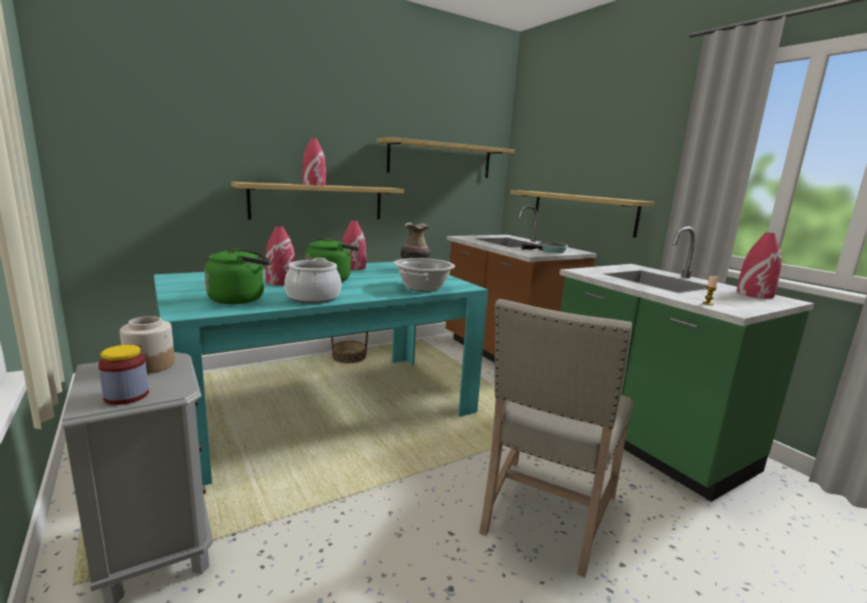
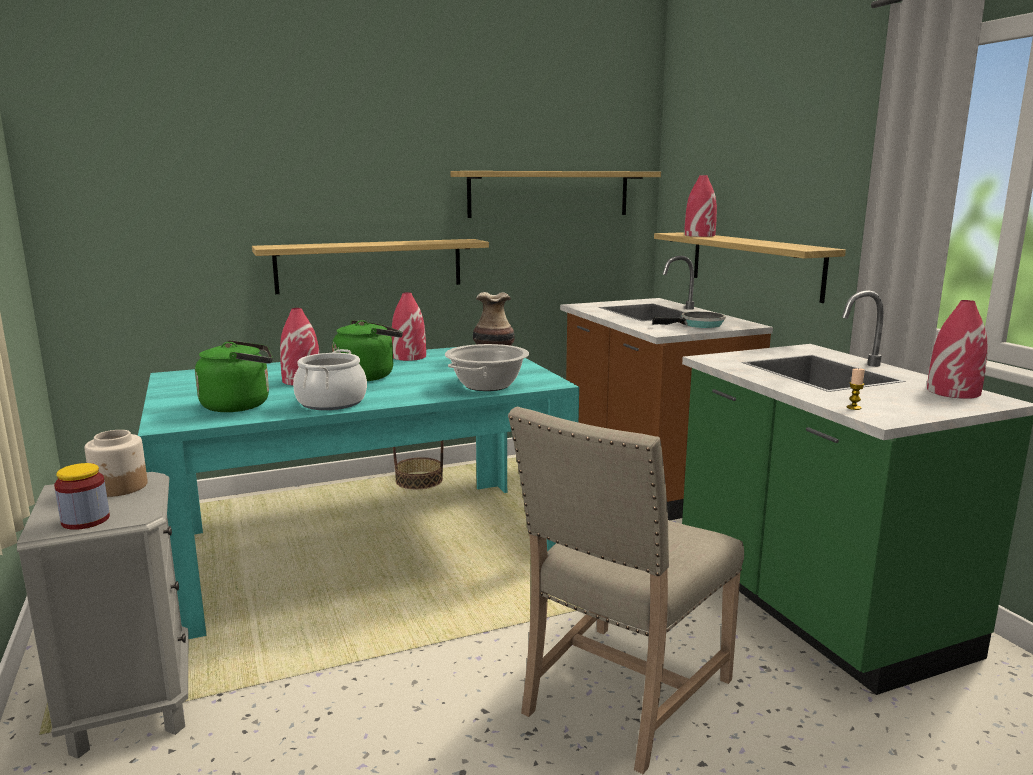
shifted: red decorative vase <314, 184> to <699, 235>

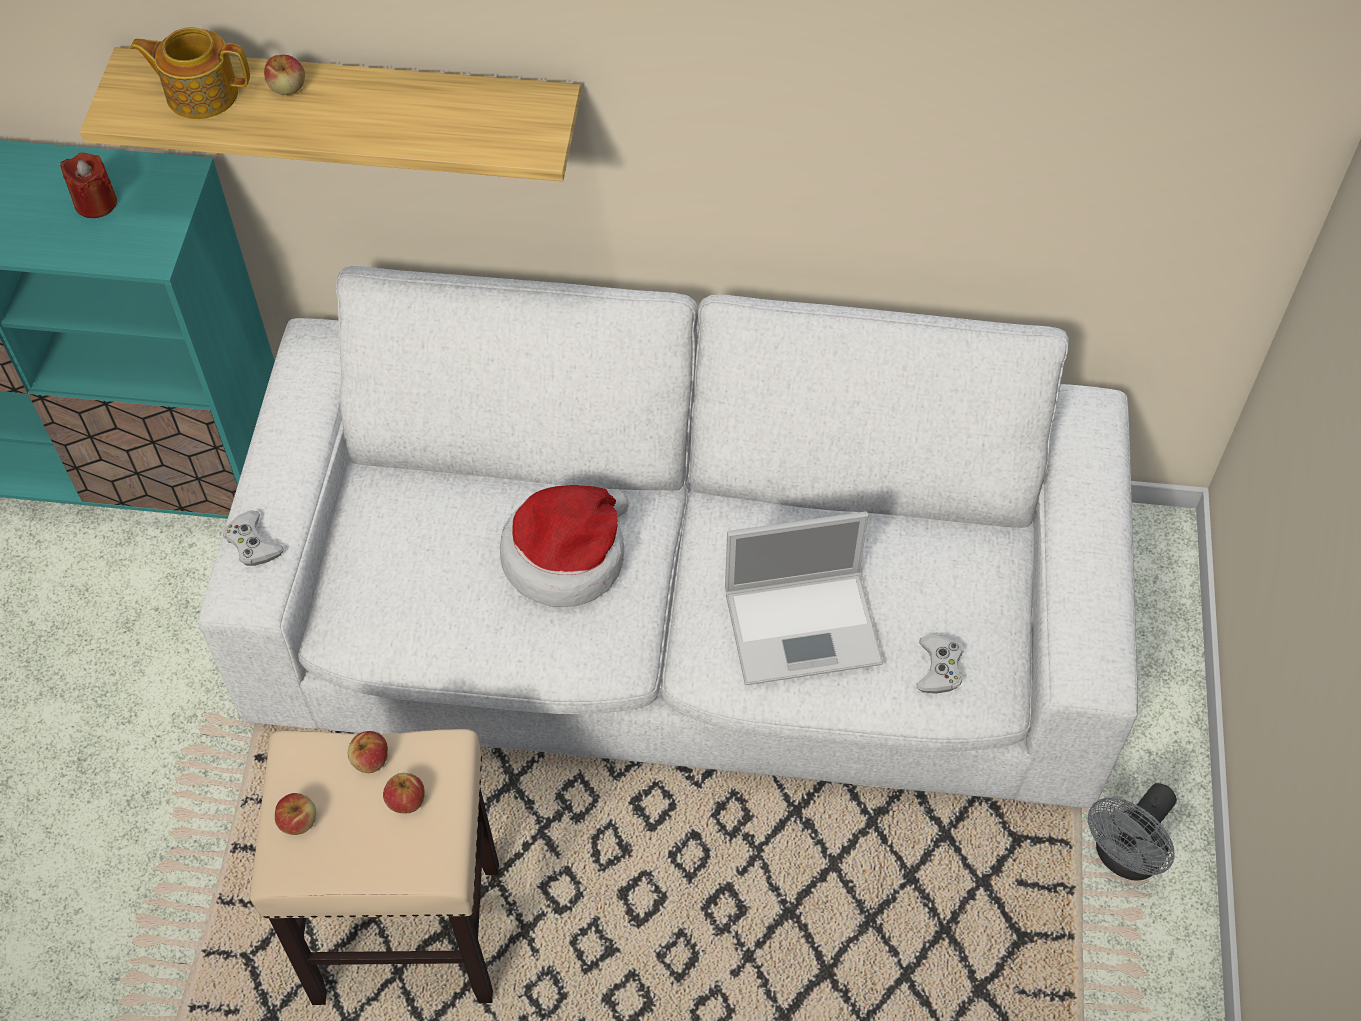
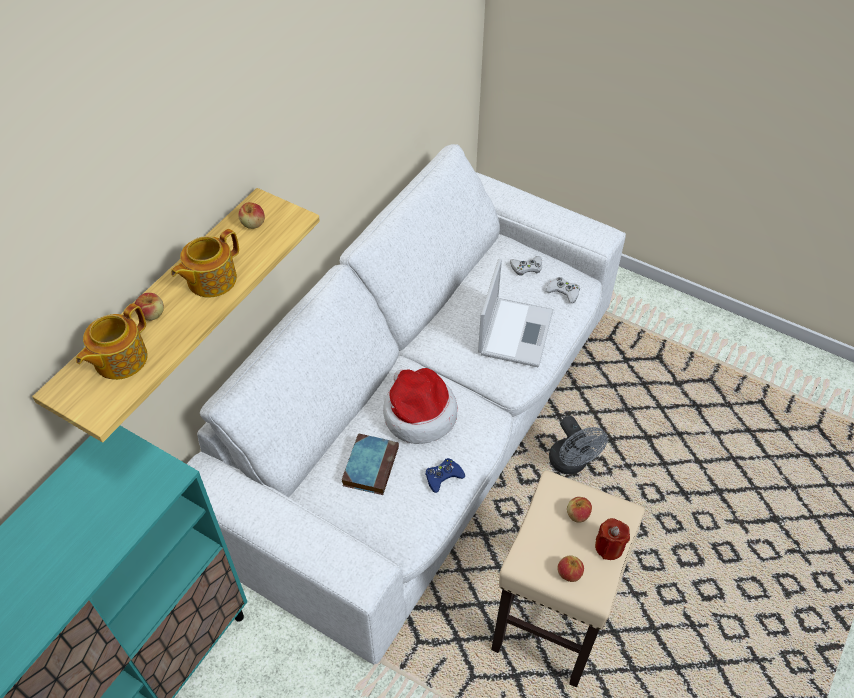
new: teapot <210, 280>; bound book <370, 465>; blue-coloured joypad <443, 477>
shifted: red wax candle <96, 203> to <609, 547>; white joypad <252, 543> to <526, 267>; apple fruit <370, 760> to <253, 224>; greyish fan <1123, 857> to <571, 464>

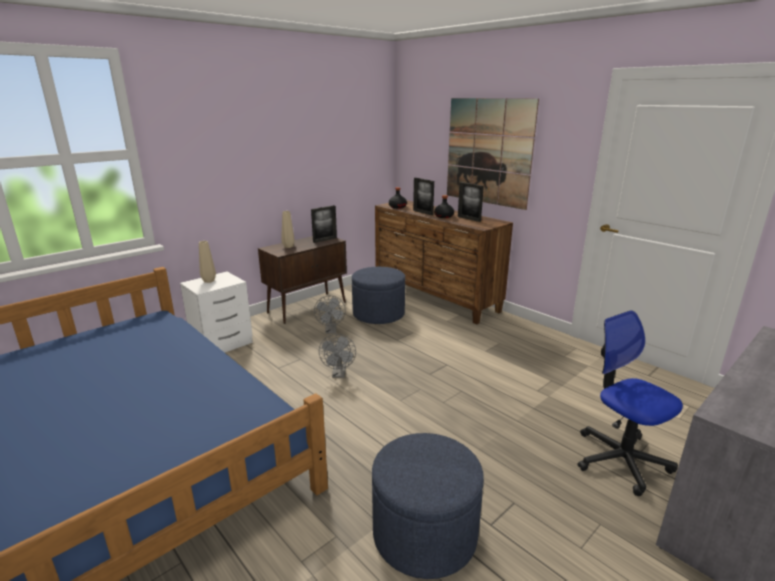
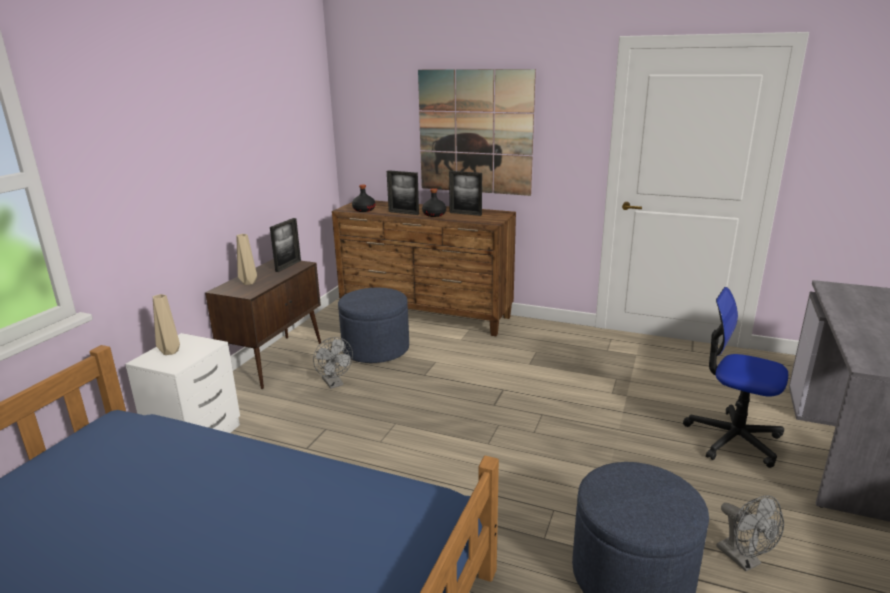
shifted: greyish fan <339, 374> to <743, 560>

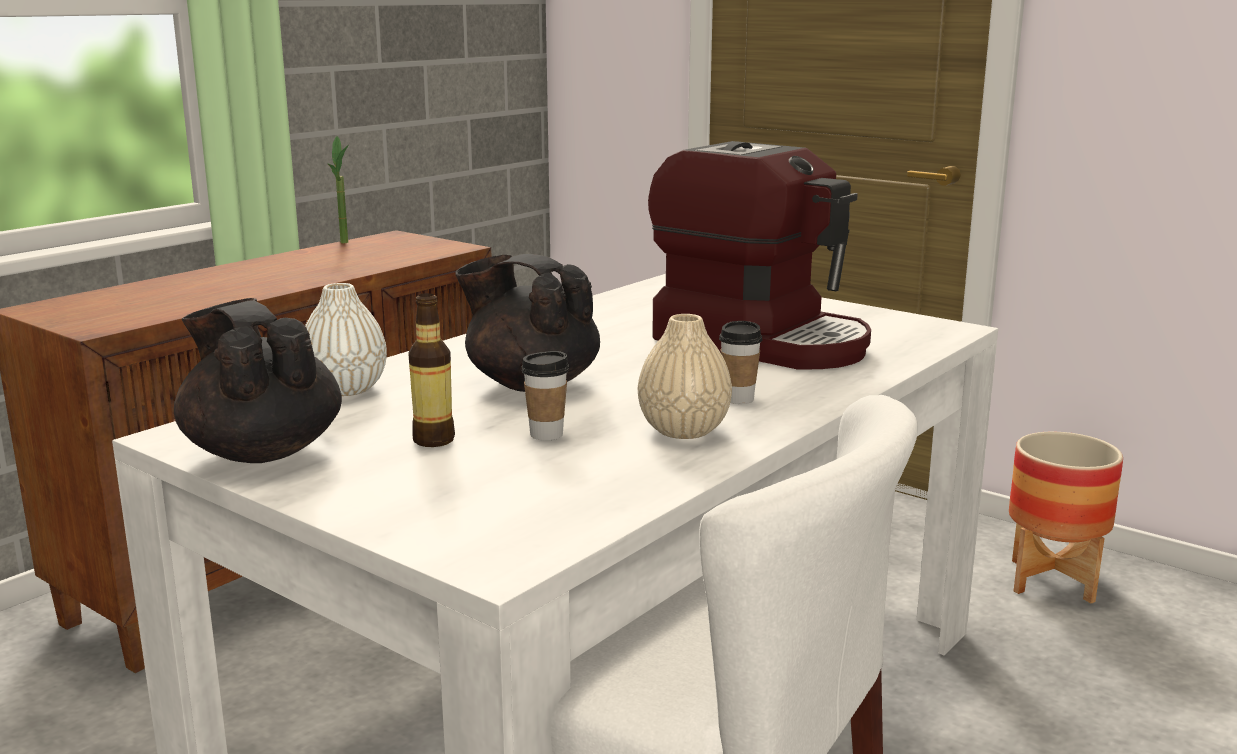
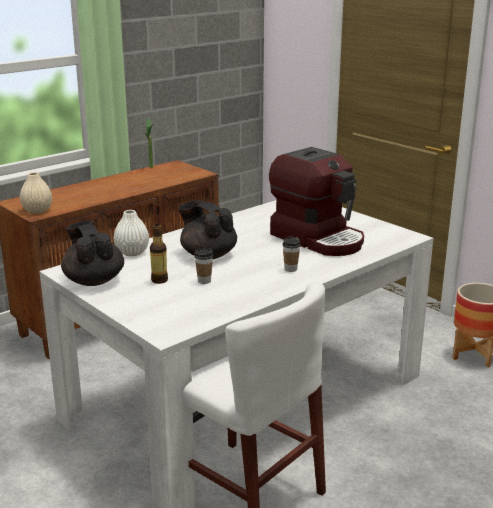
shifted: beige-coloured decorative vase <684, 430> to <37, 211>

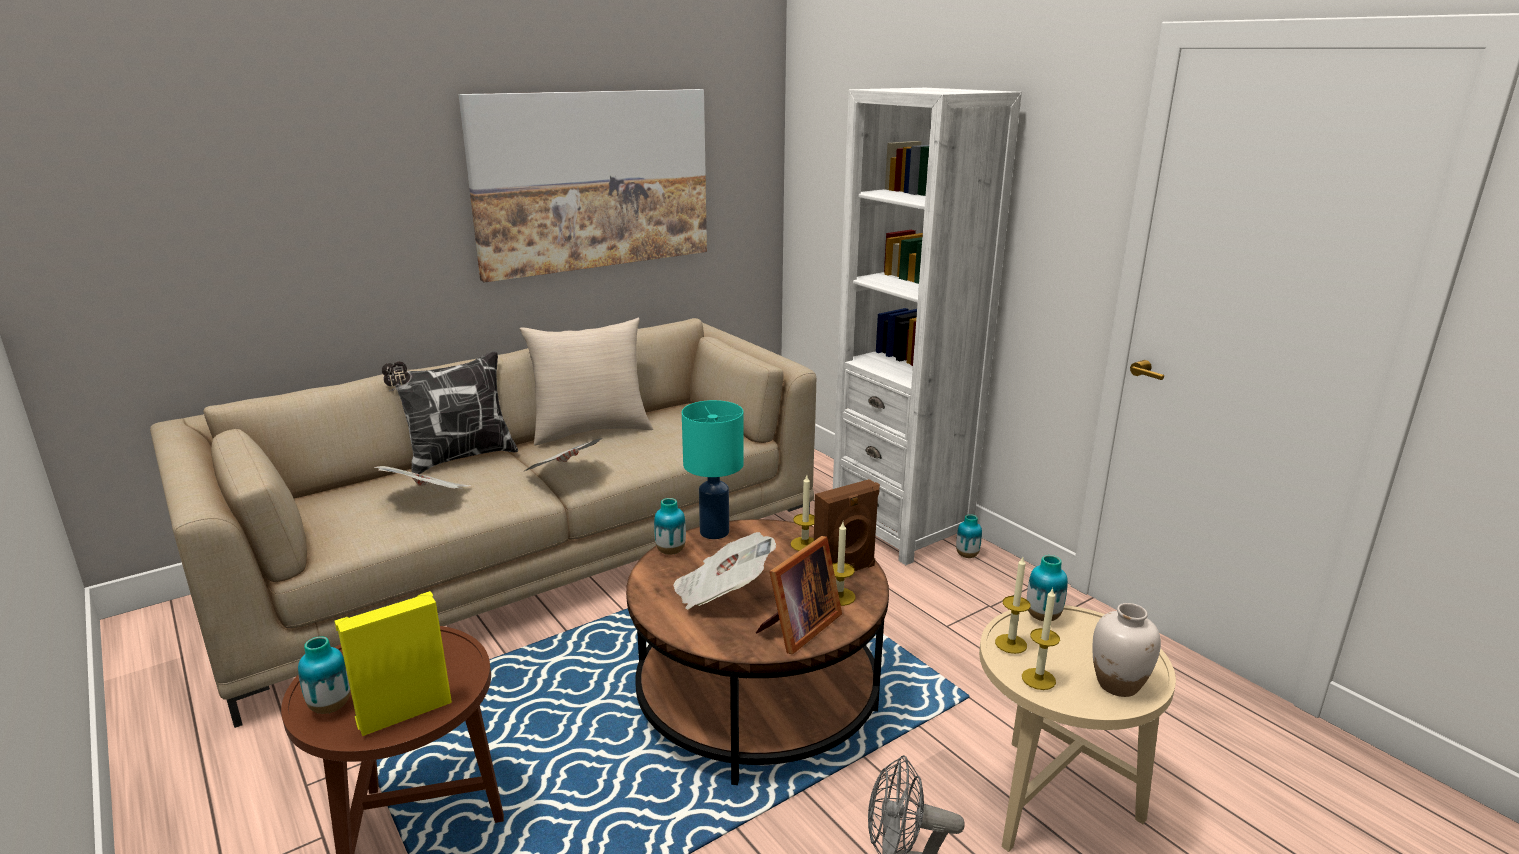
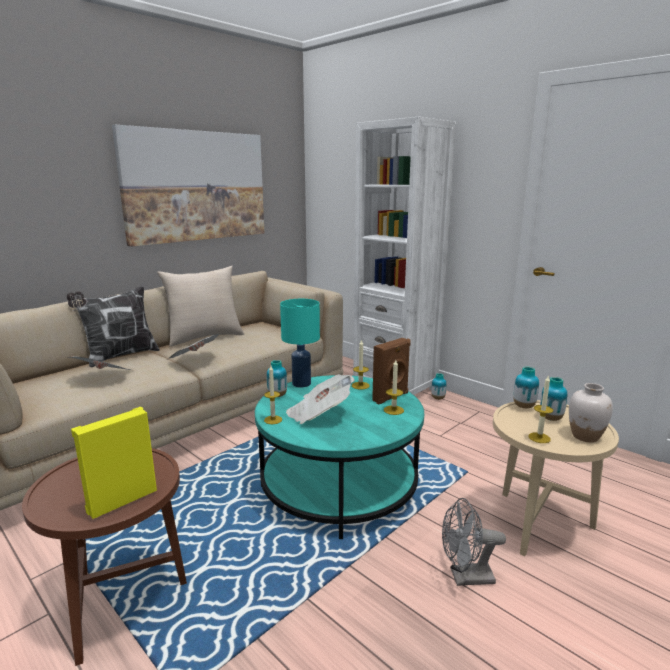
gone: picture frame <797, 628>
shifted: decorative vase <330, 706> to <550, 418>; wax candle <1011, 644> to <273, 420>
repainted: brown coffee table <757, 697> to turquoise-coloured coffee table <339, 486>

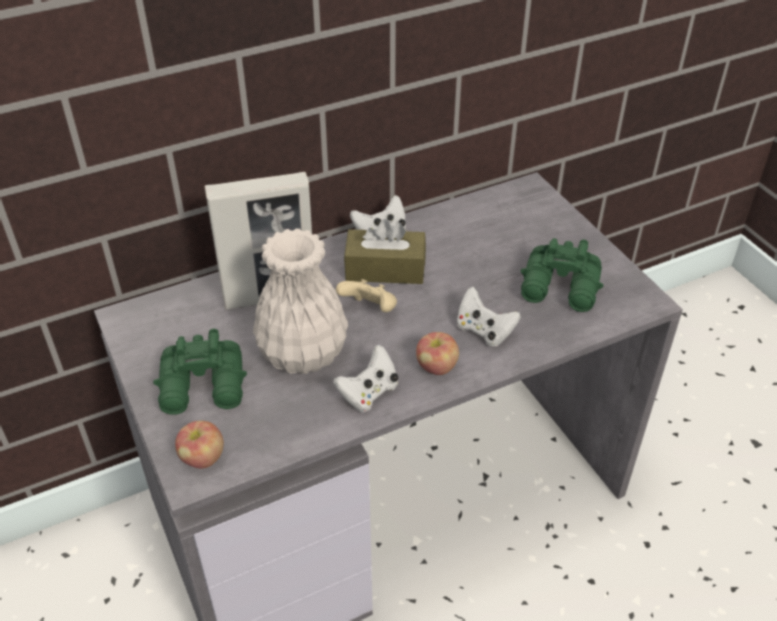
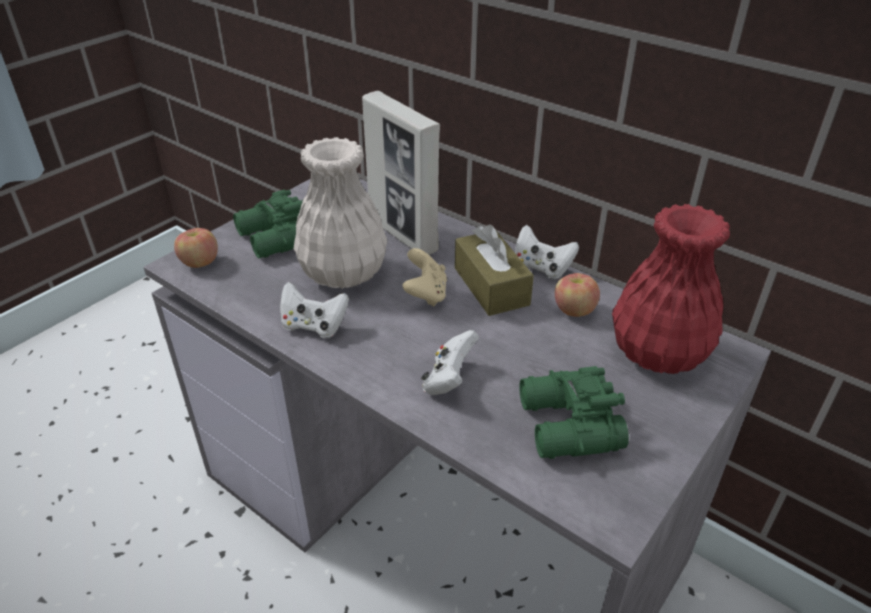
new: red decorative vase <658, 354>
shifted: apple fruit <436, 367> to <574, 310>

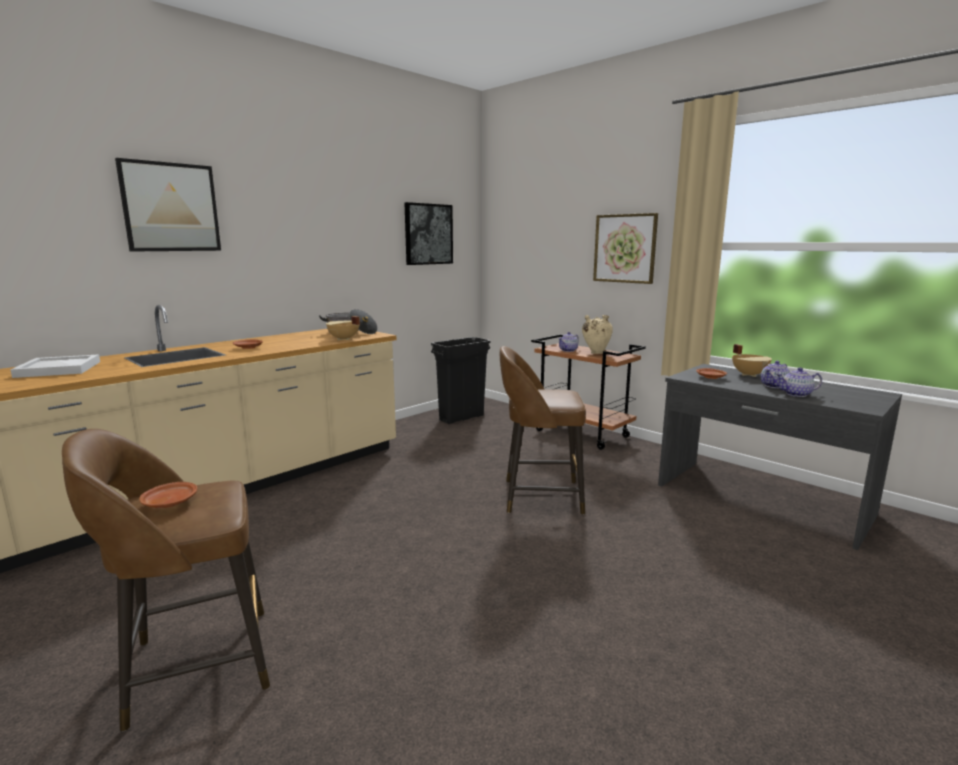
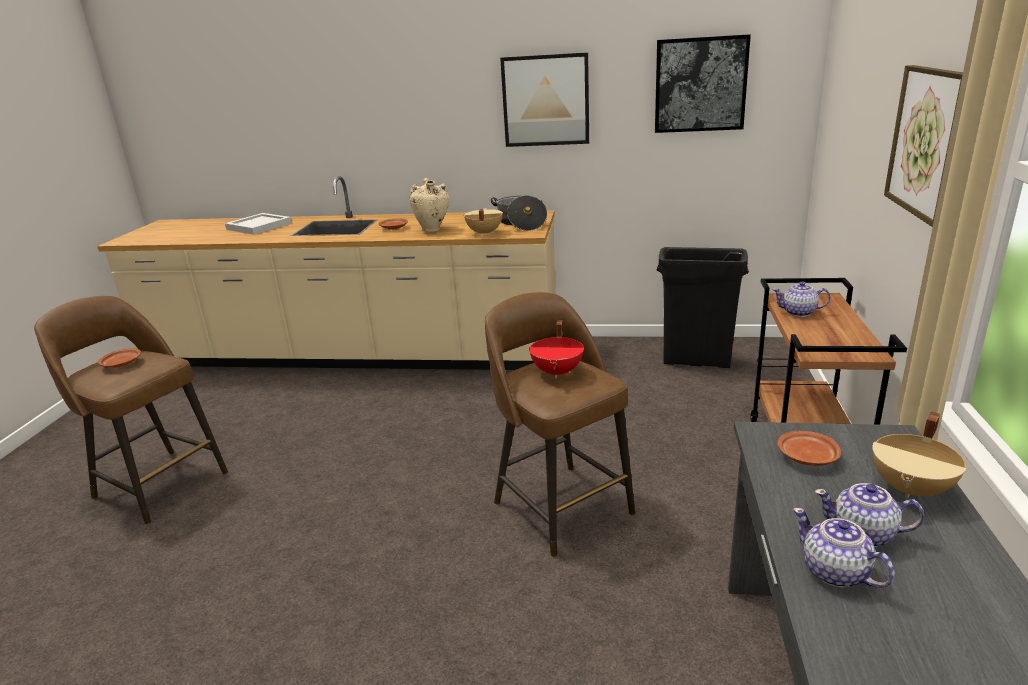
new: red stockpot <558, 372>
shifted: wall art <171, 207> to <545, 100>; beige-coloured decorative vase <596, 353> to <432, 230>

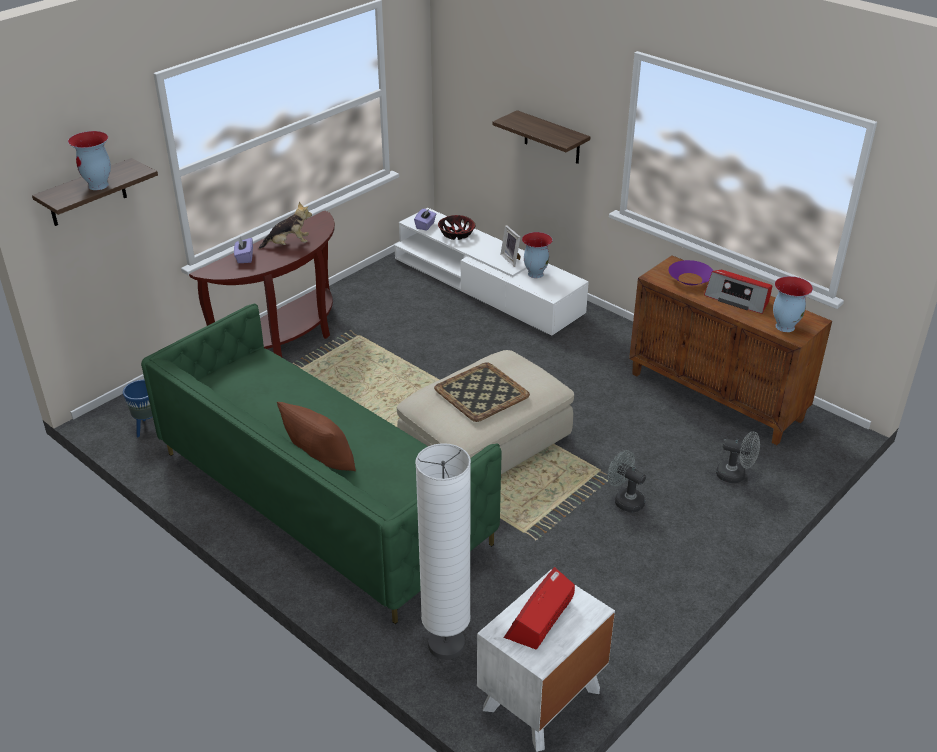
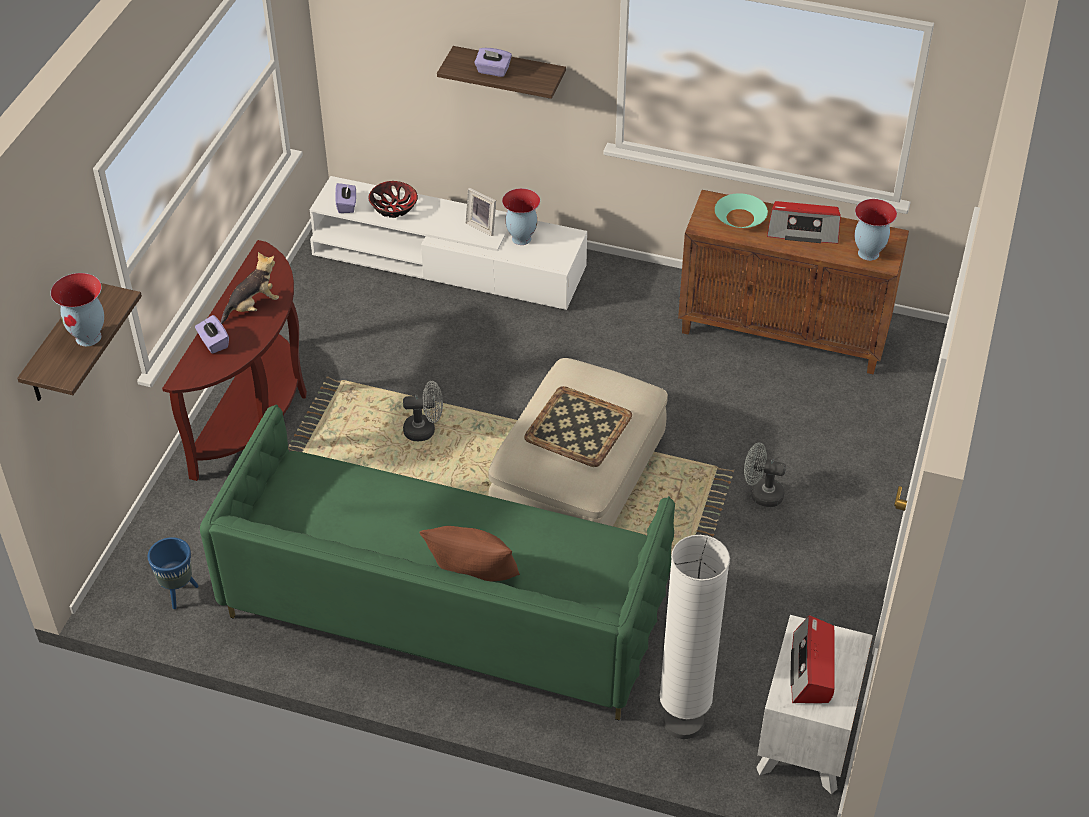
new: purple-coloured tissue holder <493, 71>
shifted: greyish fan <735, 475> to <425, 430>
repainted: purple-coloured bowl <690, 279> to turquoise-coloured bowl <740, 218>

